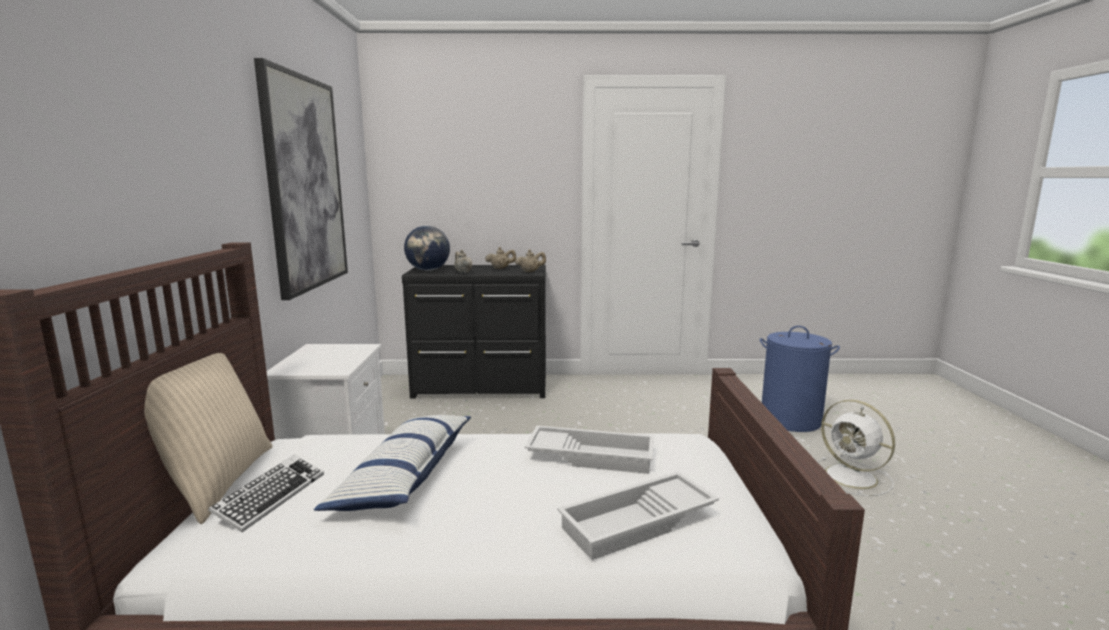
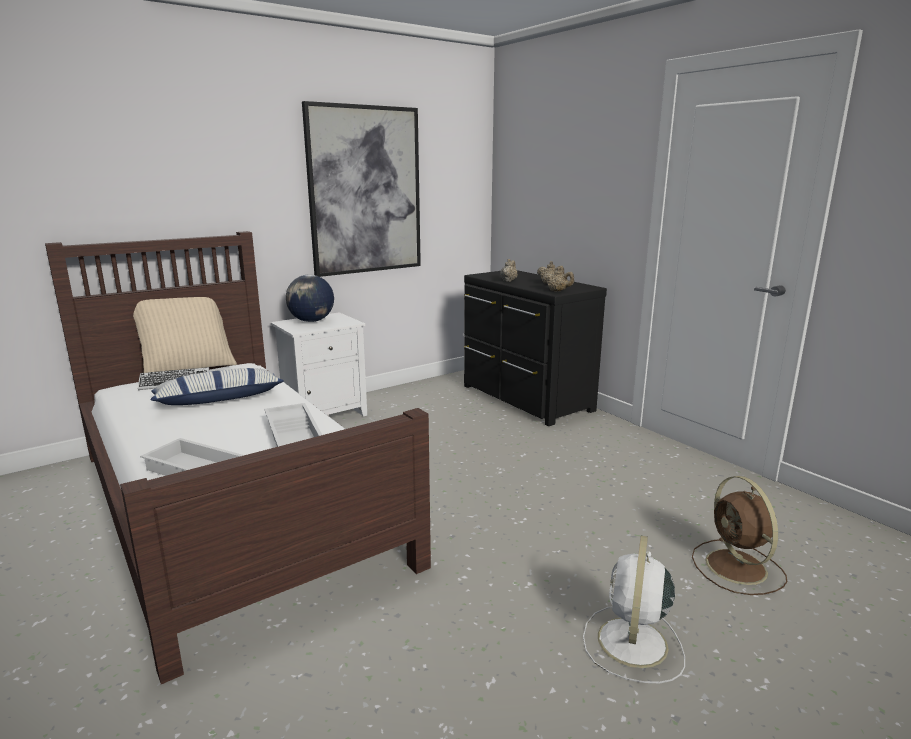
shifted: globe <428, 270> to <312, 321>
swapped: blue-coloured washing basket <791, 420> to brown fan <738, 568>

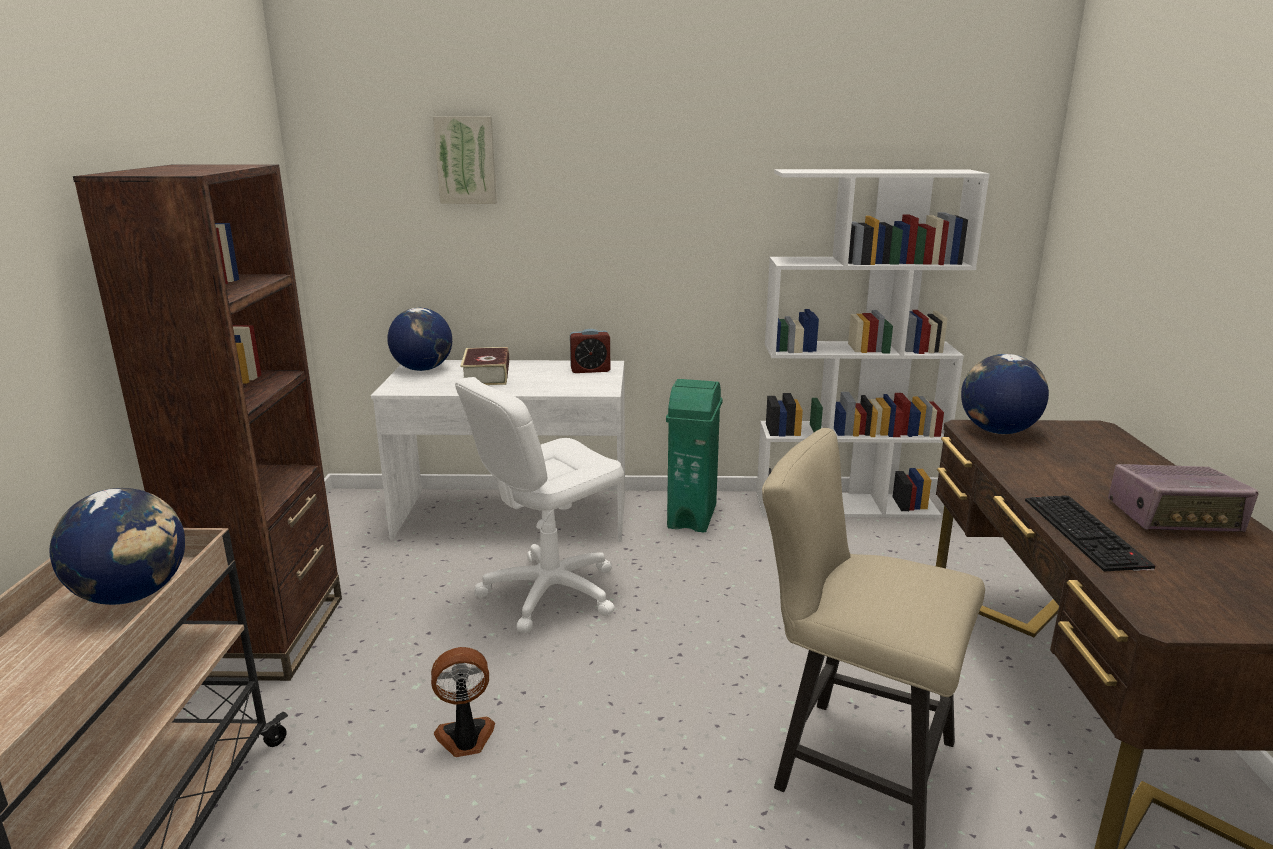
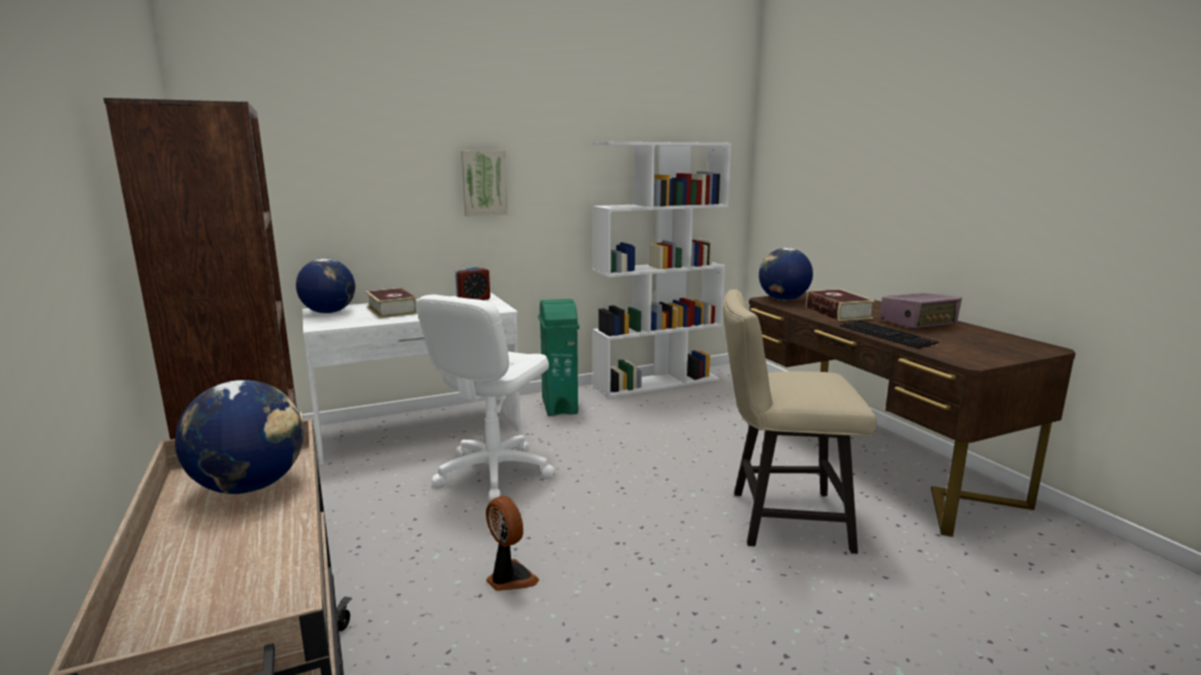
new: bound book <838, 313>
shifted: wall art <466, 160> to <484, 183>
rotated: fan <465, 739> = <509, 578> 90 degrees clockwise

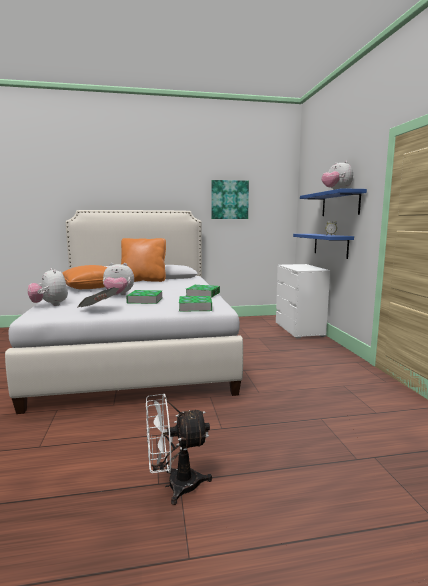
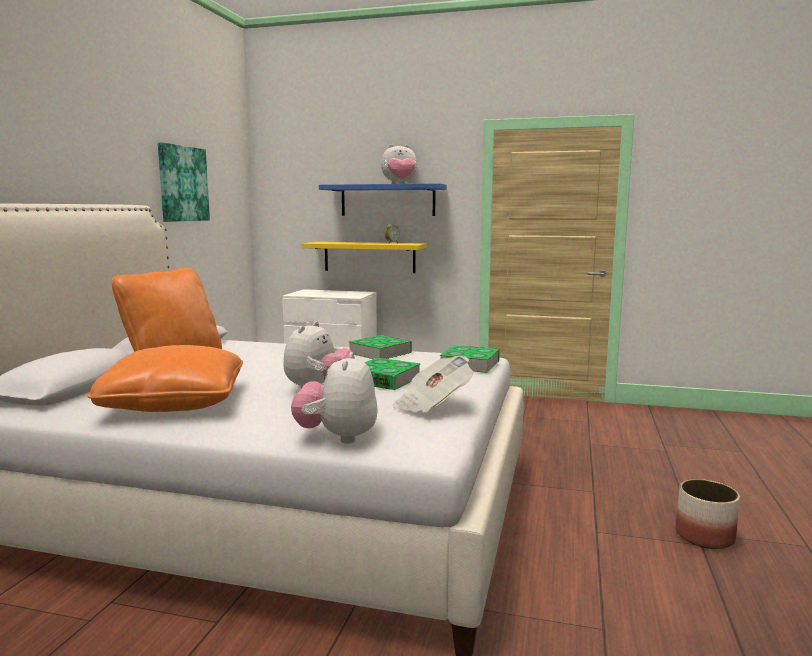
swapped: white fan <174, 485> to plant pot <705, 536>
repainted: blue-coloured wall shelf <330, 245> to yellow-coloured wall shelf <369, 257>
rotated: plush toy <50, 305> = <337, 437> 105 degrees clockwise

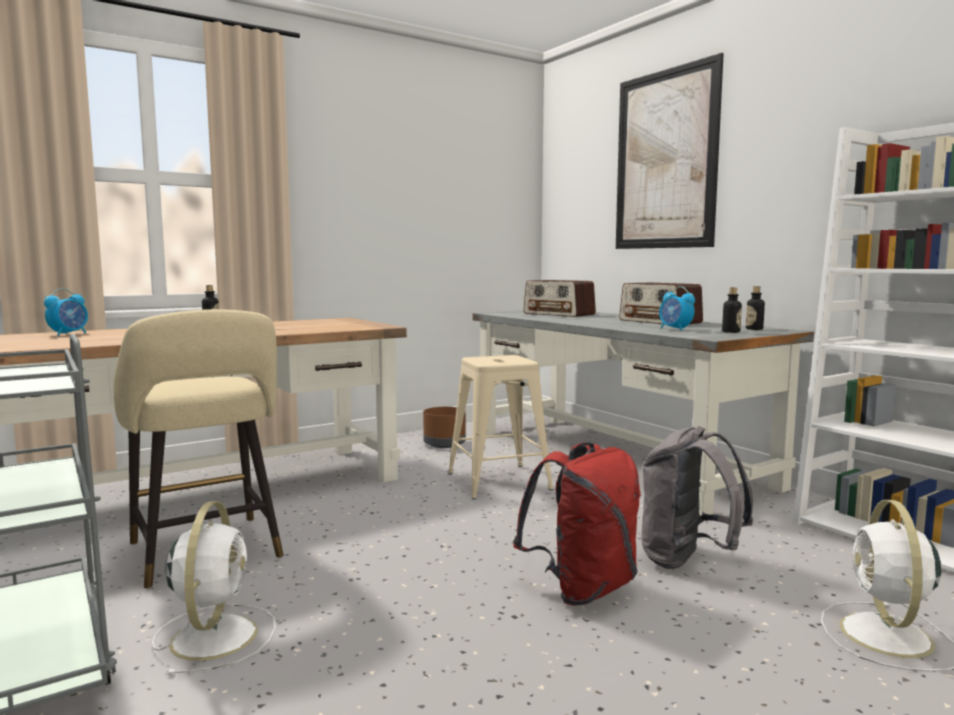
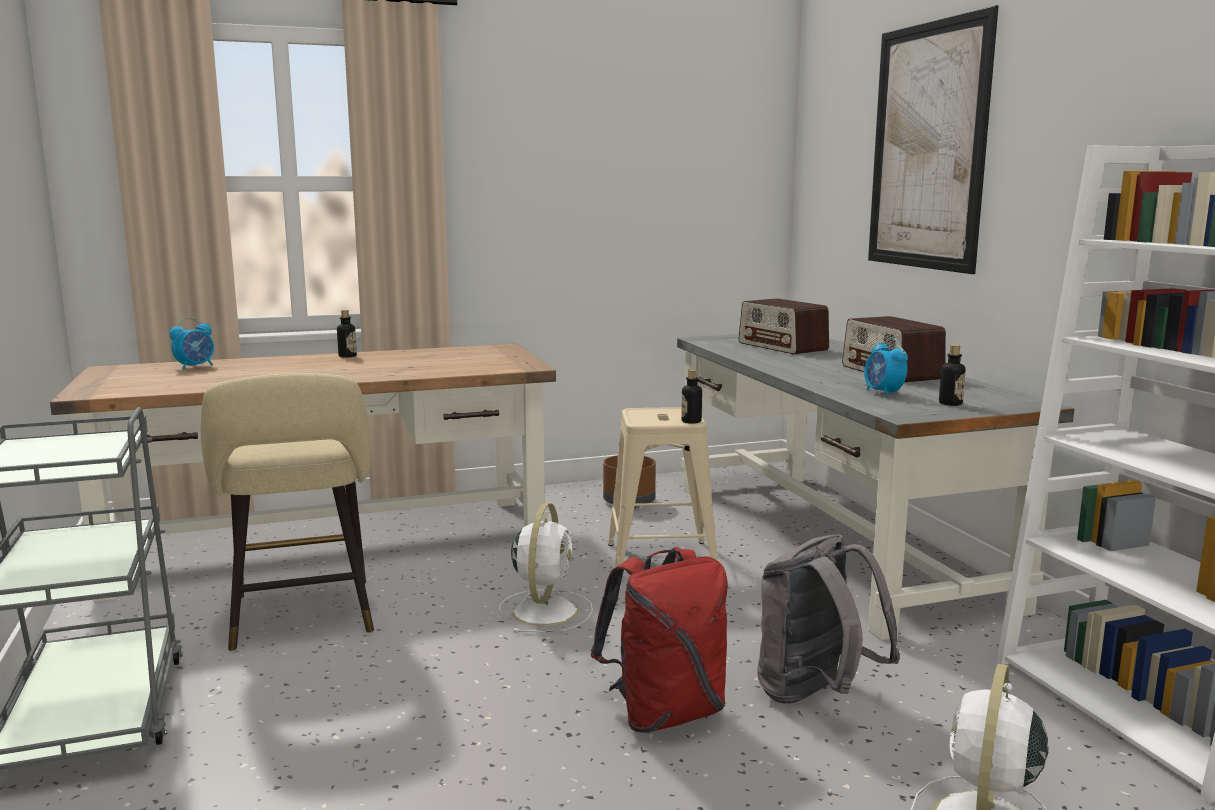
shifted: white fan <215, 635> to <545, 610>; bottle <754, 329> to <691, 421>

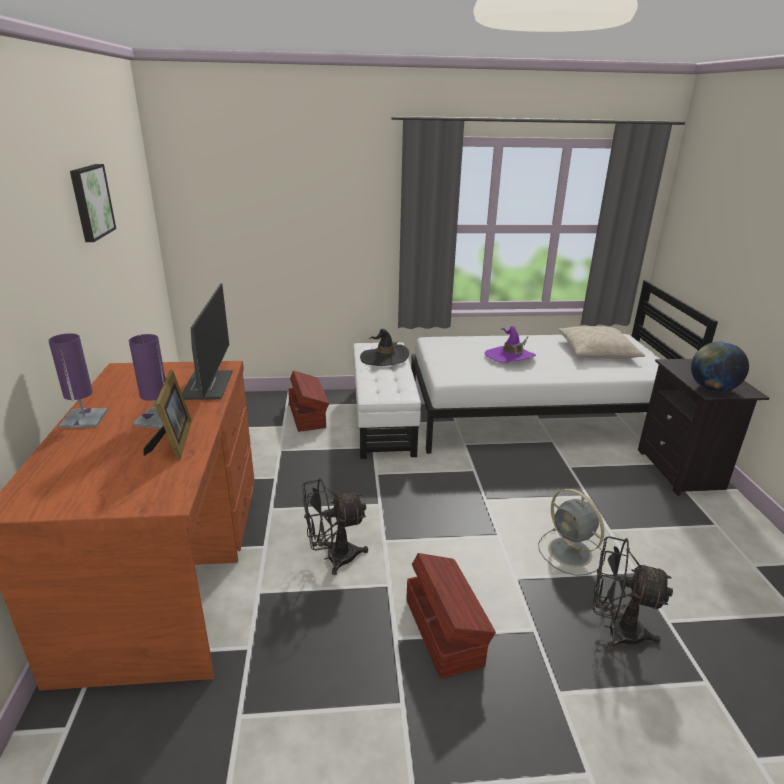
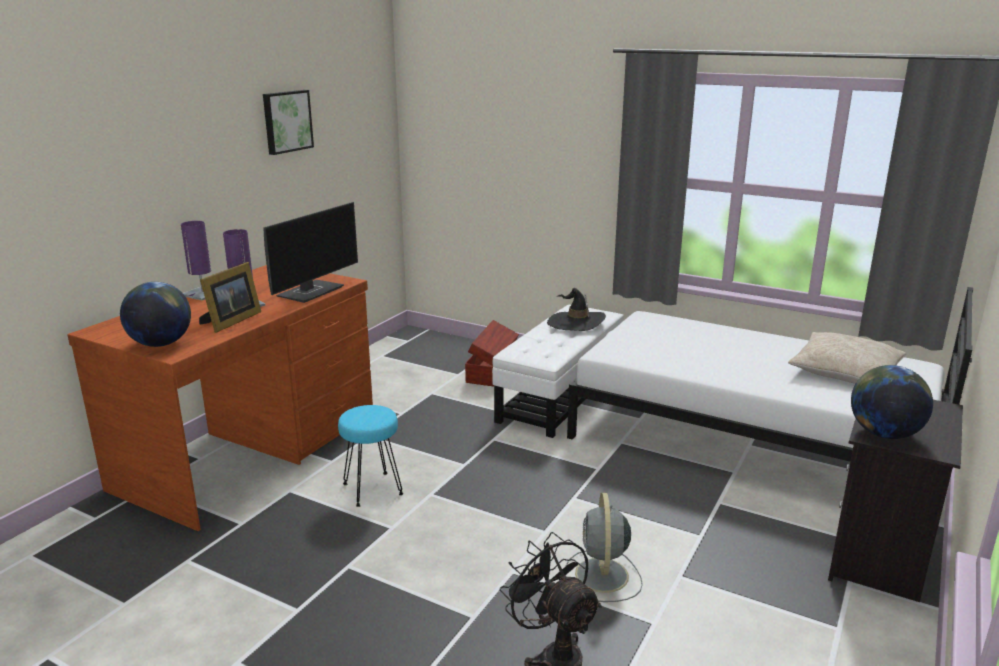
gone: brown storage bin <444, 630>; purple-coloured hat <509, 357>
new: globe <161, 344>
swapped: black fan <333, 557> to turquoise-coloured sitting stool <372, 490>

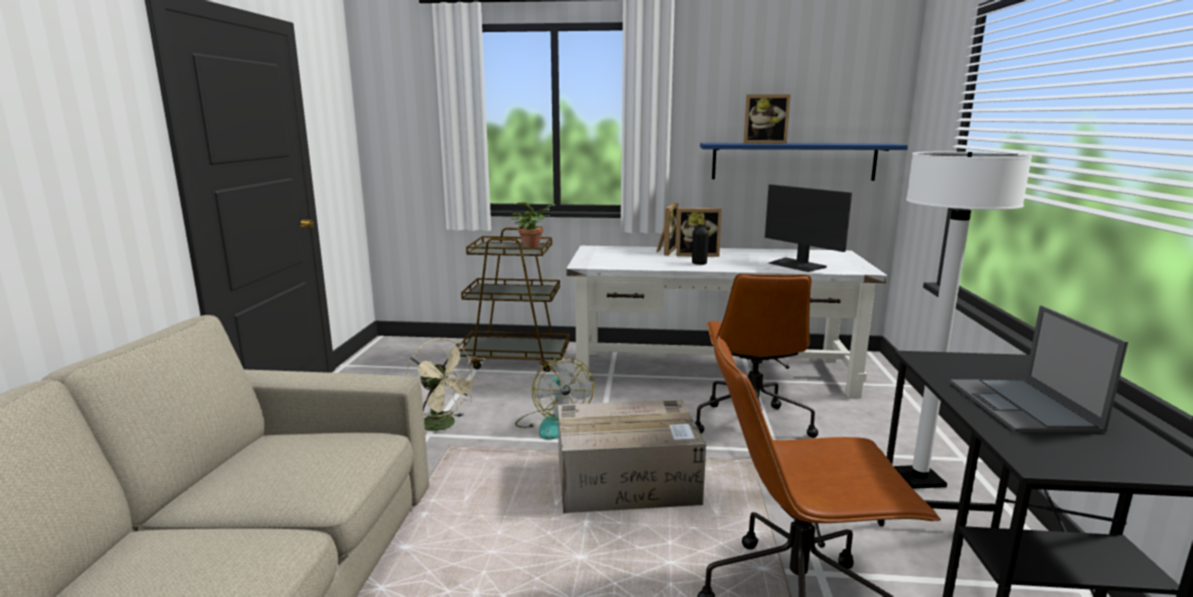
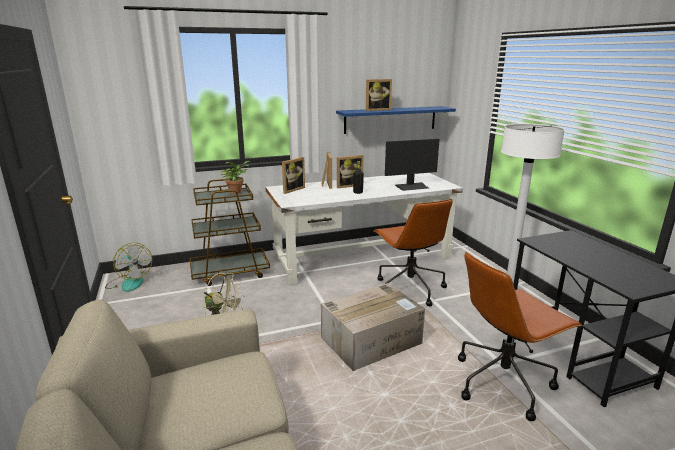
gone: notebook computer <1023, 406>
new: picture frame <292, 189>
shifted: fan <552, 423> to <129, 282>
rotated: computer display <797, 265> = <412, 186> 45 degrees counterclockwise

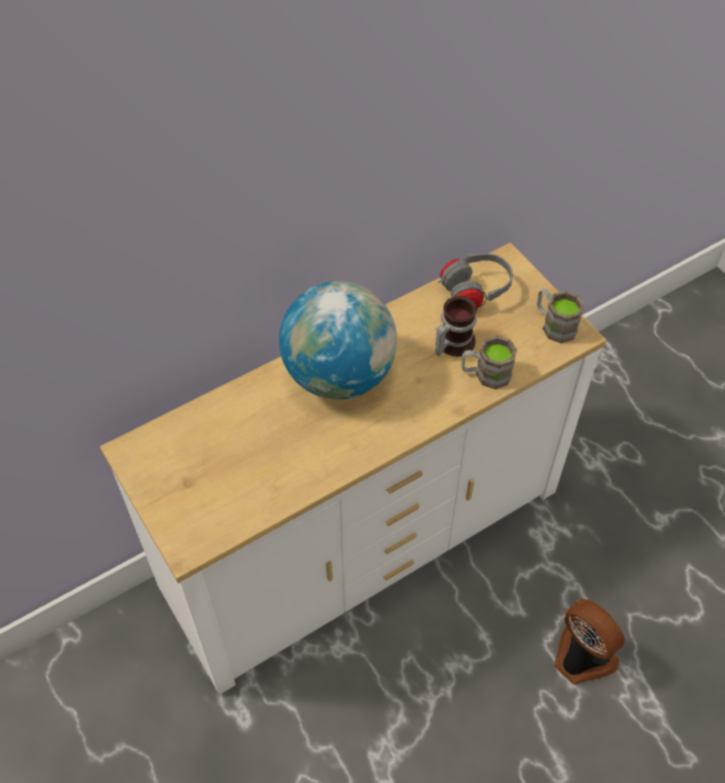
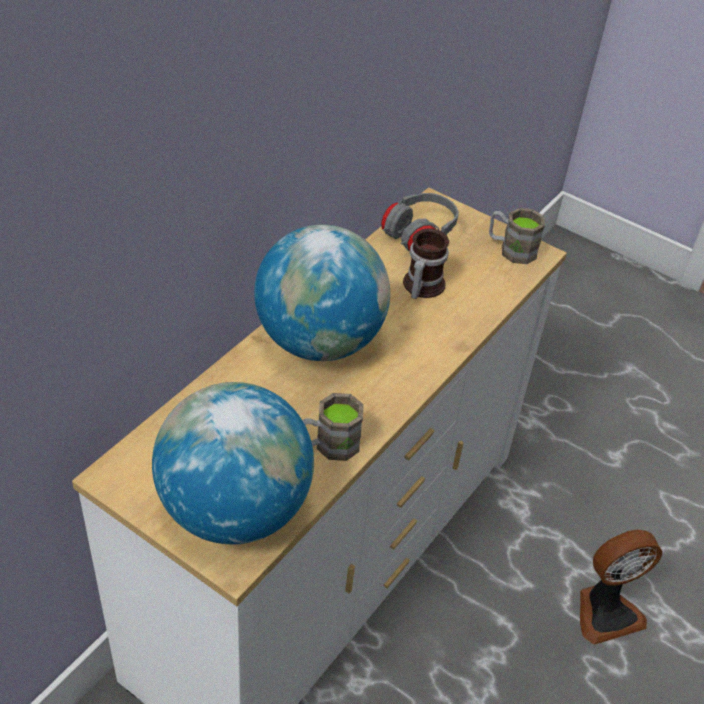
new: globe <234, 510>
shifted: brown mug <485, 374> to <328, 446>
rotated: fan <580, 658> = <605, 611> 135 degrees clockwise

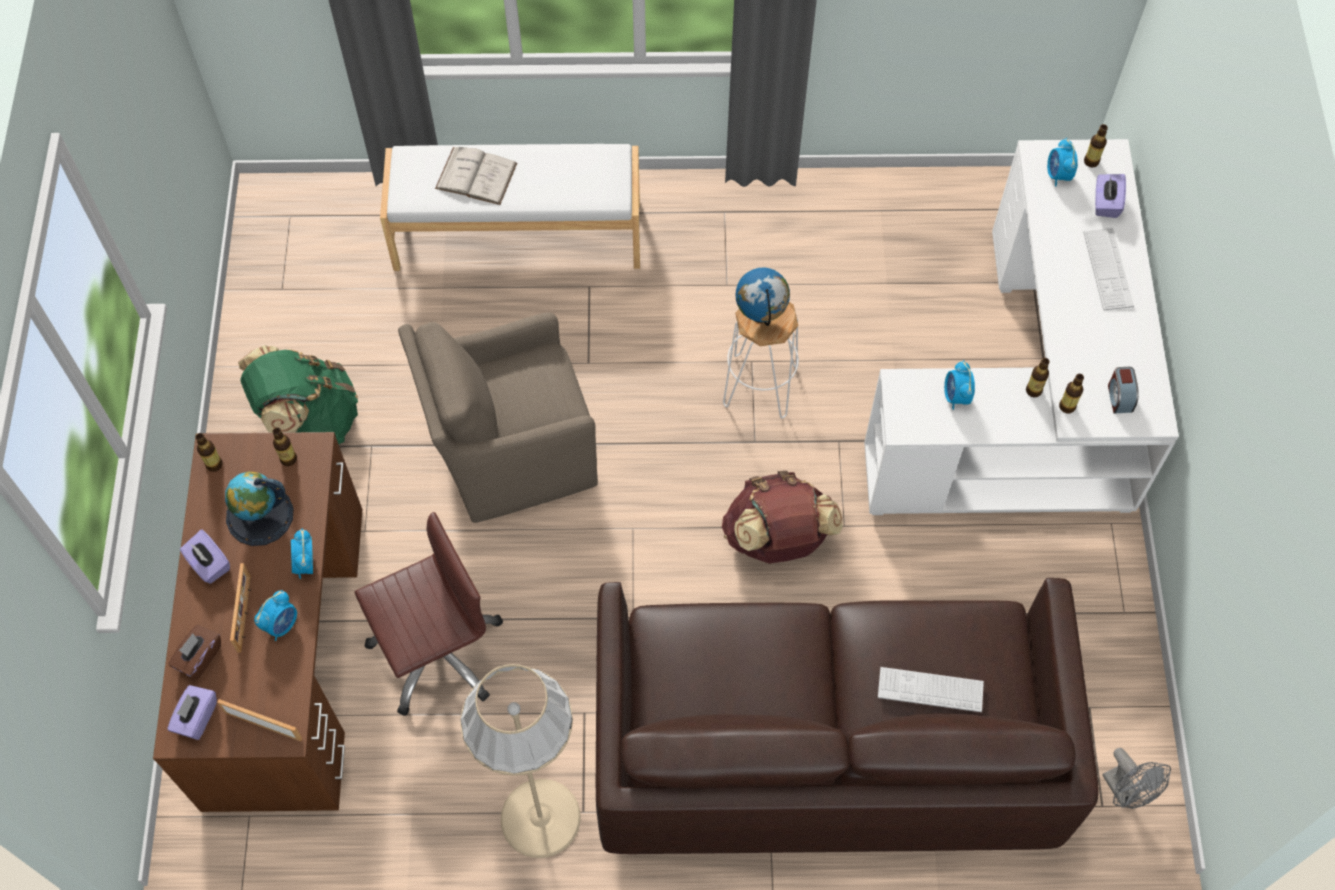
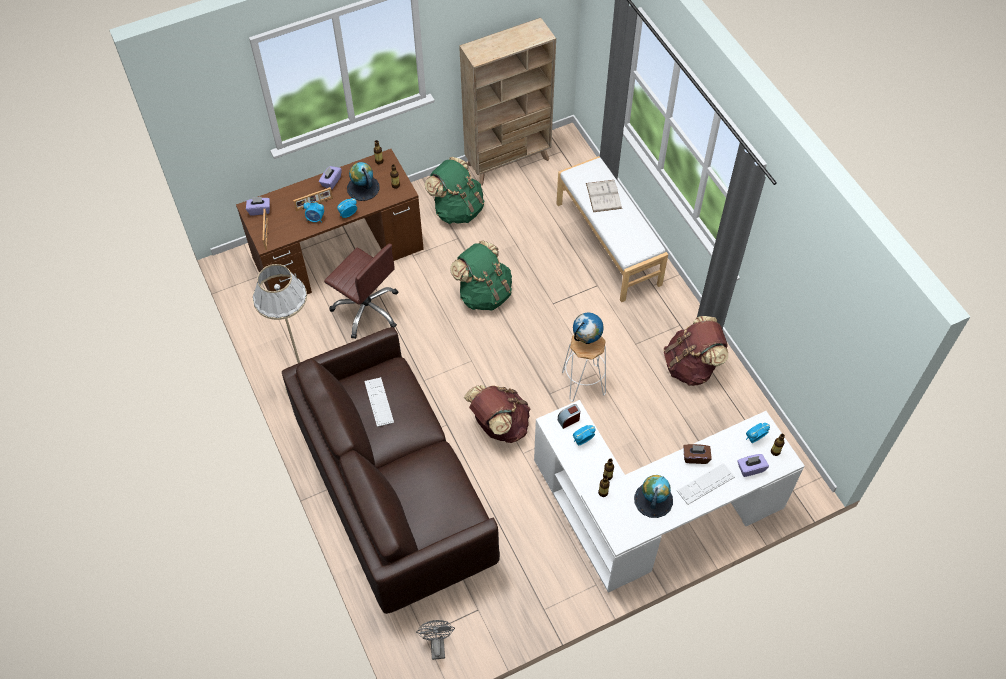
new: beige-coloured shelving unit <508, 161>; globe <653, 499>; brown knapsack <691, 366>
shifted: brown tissue holder <199, 657> to <695, 457>; PC keyboard <930, 690> to <379, 402>; table clock <1119, 397> to <568, 420>
swapped: brown lounge chair <511, 453> to green-coloured knapsack <484, 293>
rotated: greyish fan <1125, 792> = <437, 644> 135 degrees clockwise

